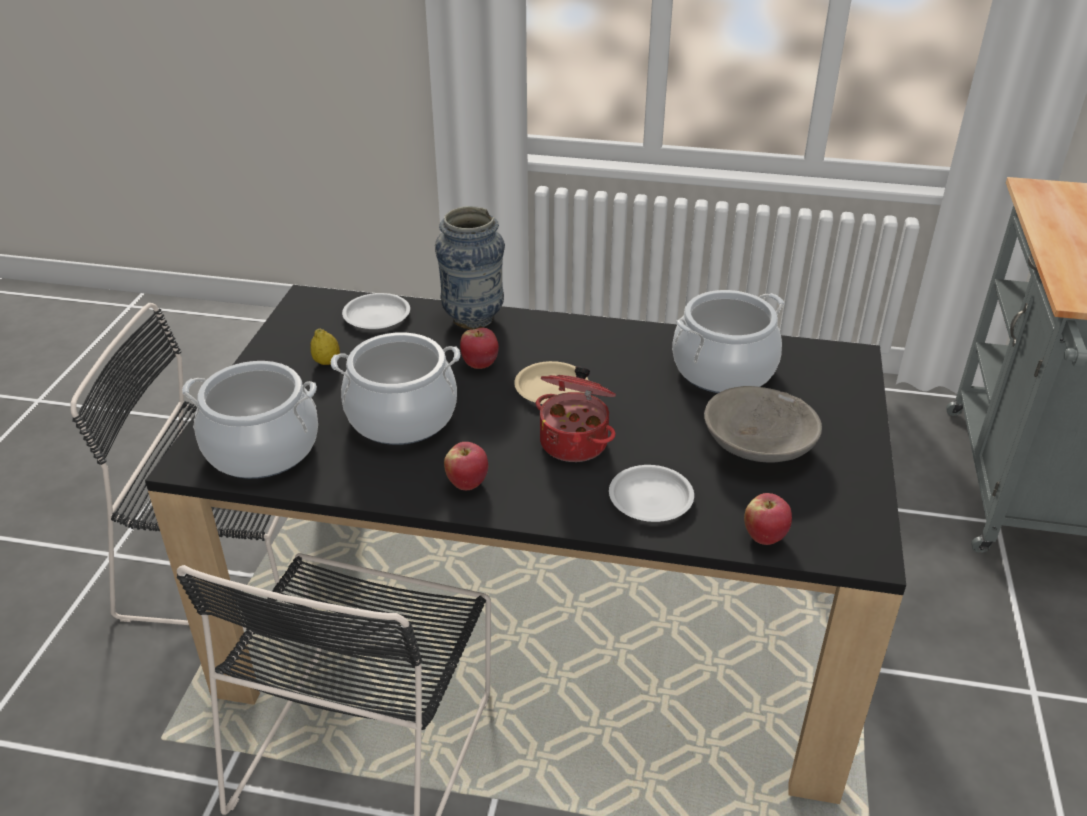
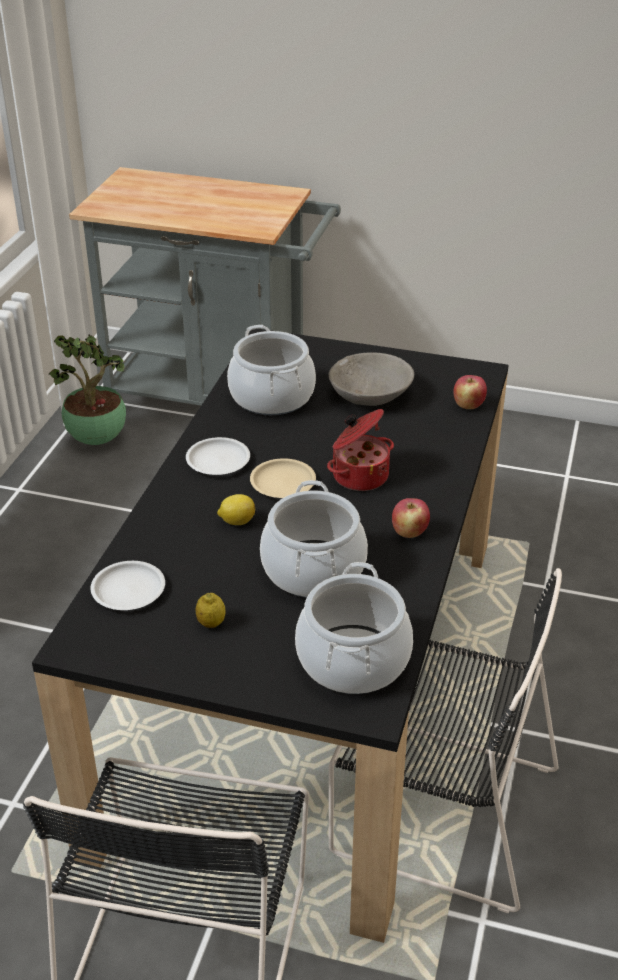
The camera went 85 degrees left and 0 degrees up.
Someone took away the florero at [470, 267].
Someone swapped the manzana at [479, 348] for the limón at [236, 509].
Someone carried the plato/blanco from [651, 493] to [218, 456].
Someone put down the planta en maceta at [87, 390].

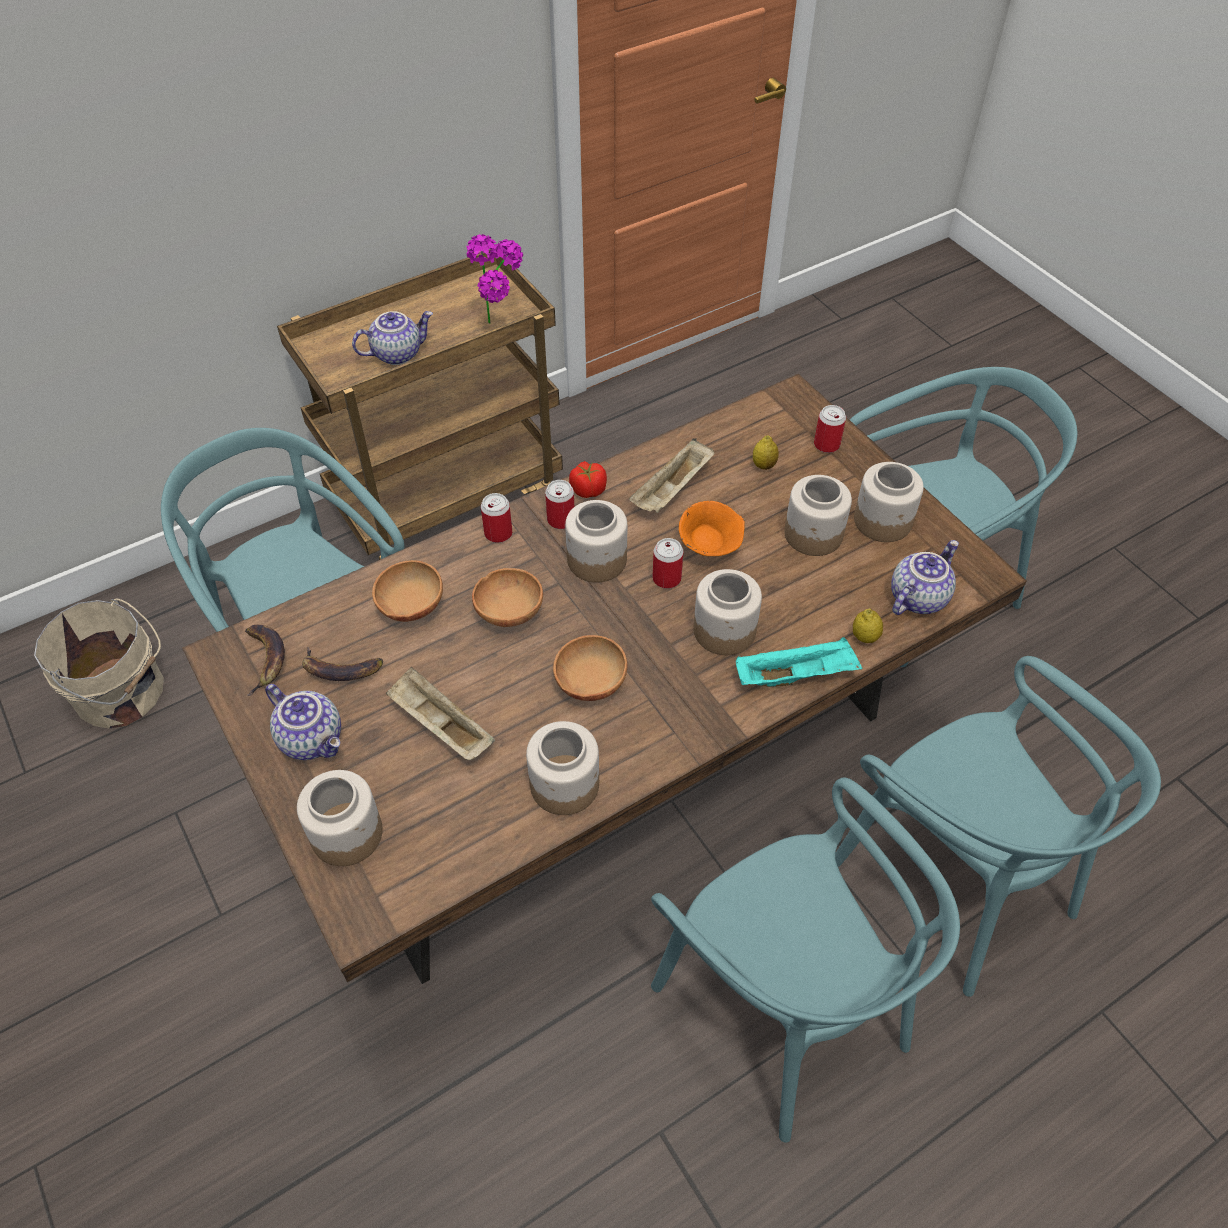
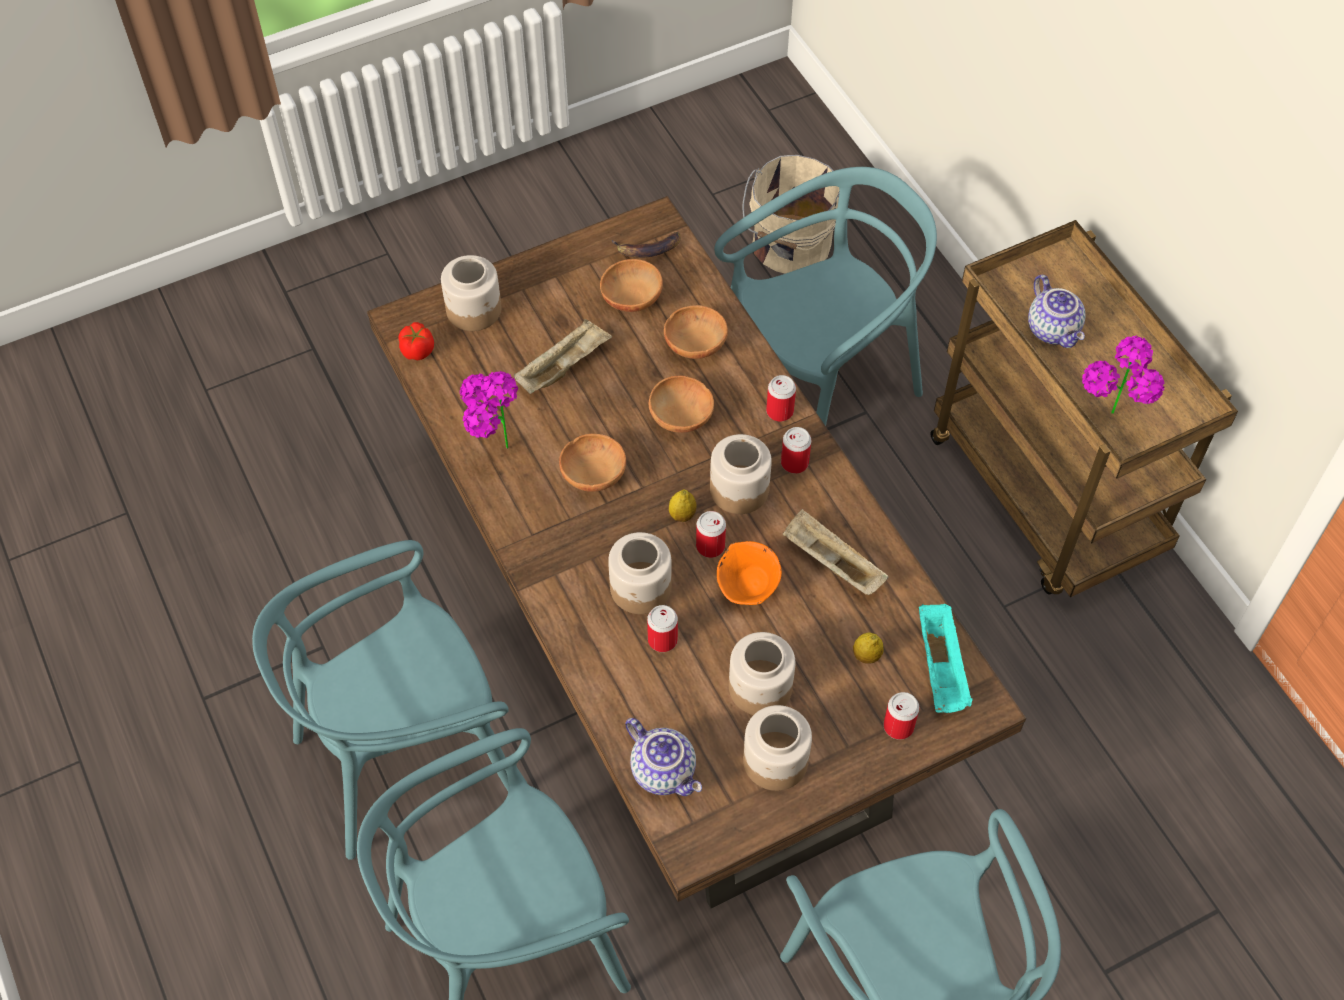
The camera went 95 degrees right and 5 degrees up.
Someone took away the tetera at [303, 722].
Someone swapped the plátano at [342, 664] for the cuenco/marrón at [631, 285].
Someone swapped the tarro at [562, 768] for the planta en maceta at [489, 410].
Someone carried the tomate from [588, 479] to [416, 341].
Someone carried the bandeja/turquesa from [799, 662] to [946, 658].
Someone carried the limón from [868, 626] to [683, 505].
Someone put down the lata at [662, 628].

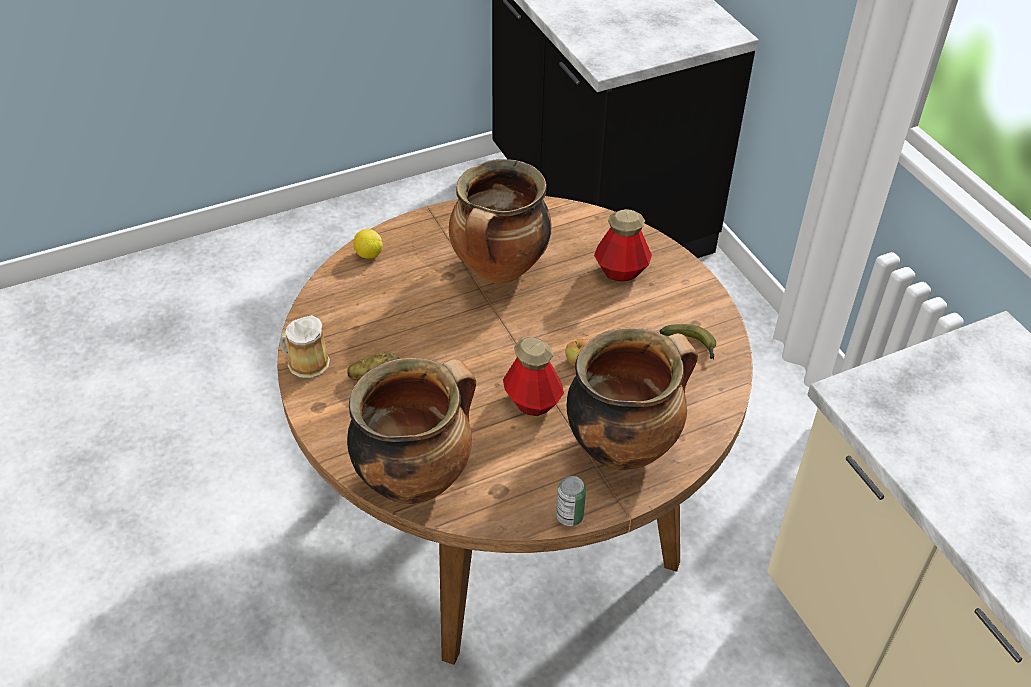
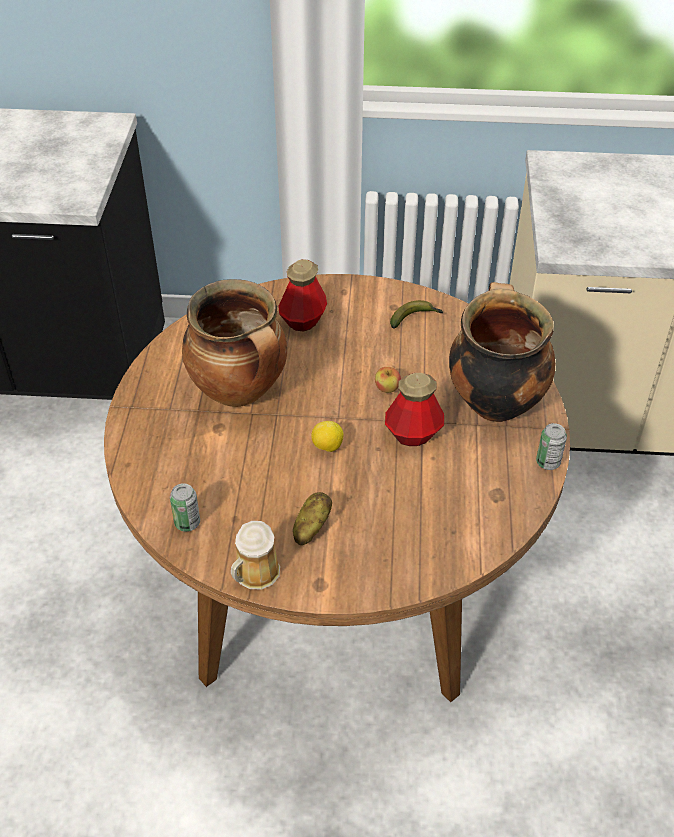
The camera went 60 degrees left and 0 degrees up.
Someone took away the olla at [411, 431].
Someone carried the limón from [368, 244] to [327, 436].
Someone put down the lata at [185, 507].

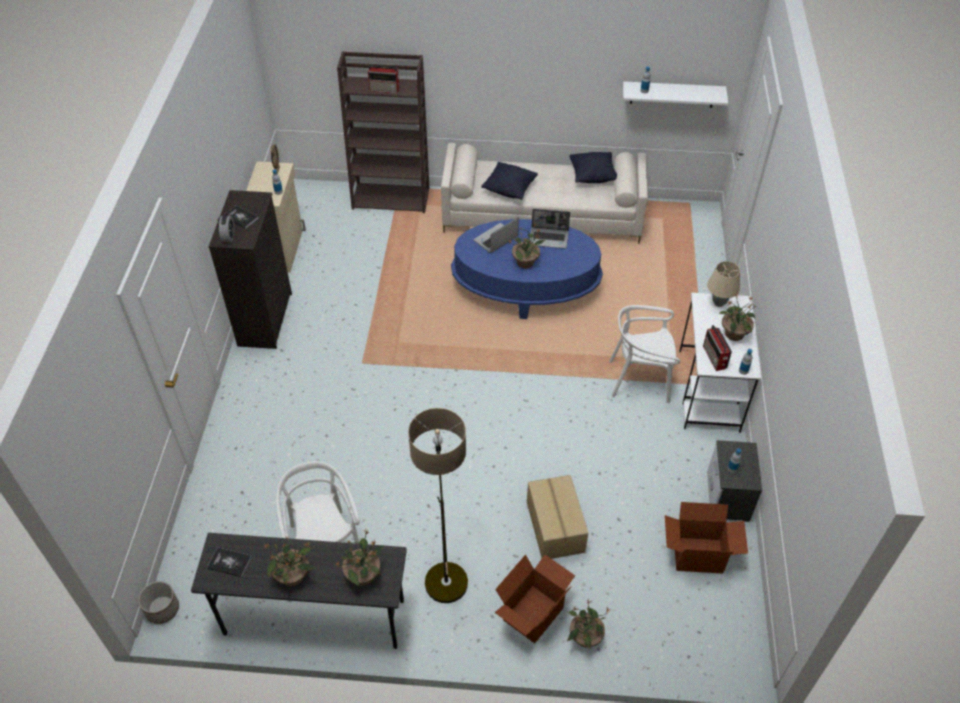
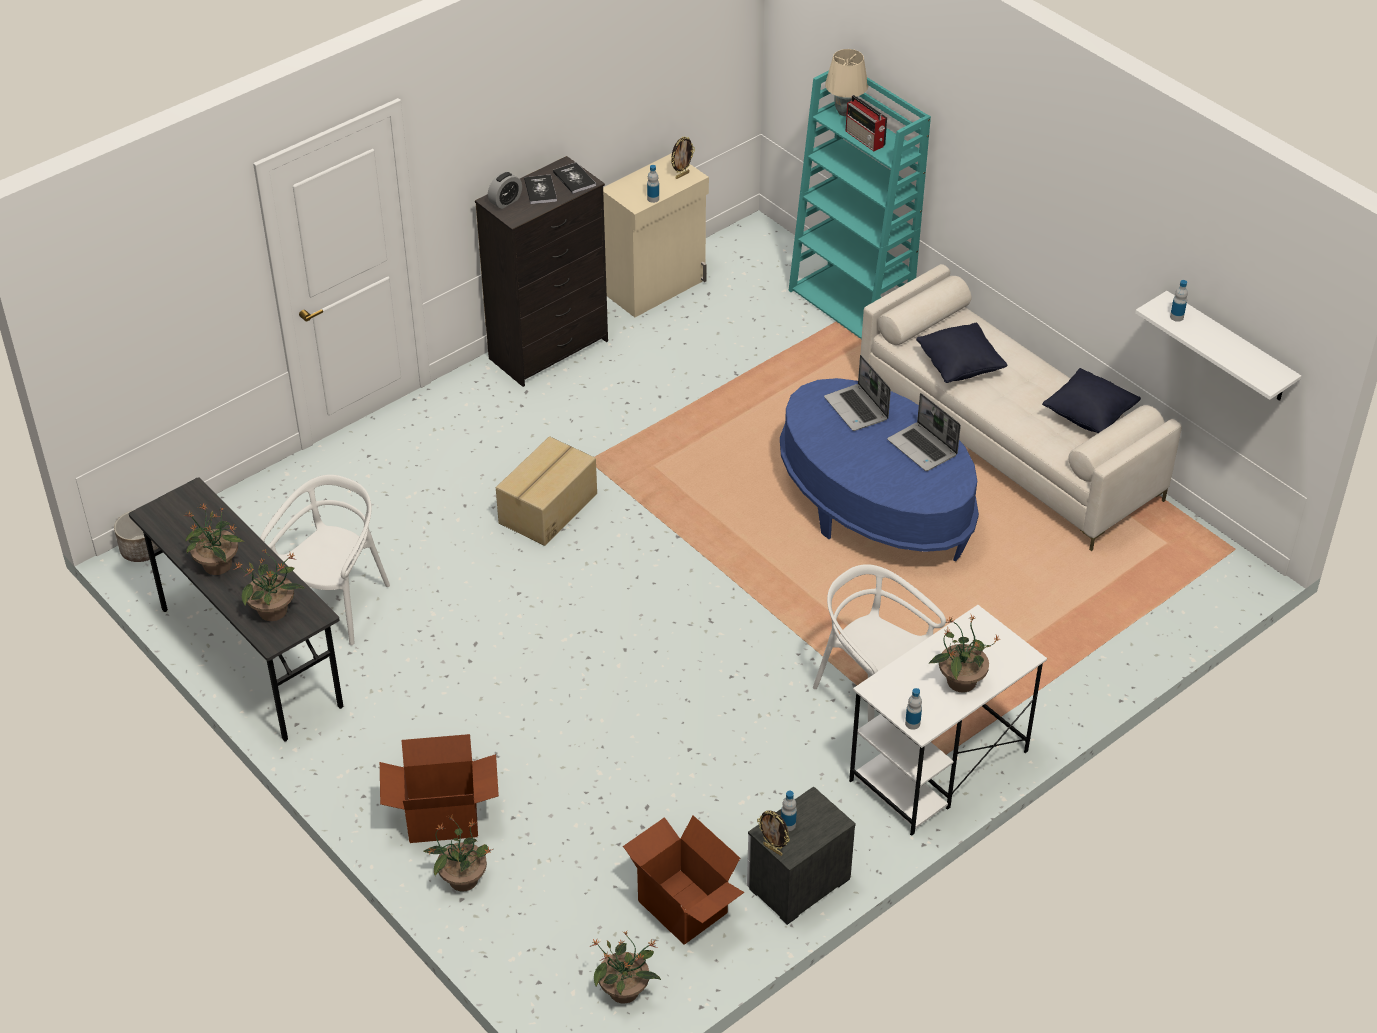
The camera went 45 degrees right and 5 degrees down.
Someone carried the libro from [229, 562] to [574, 178].
Someone repainted the estantería/marrón at [383, 132], which became the estantería/turquesa at [859, 205].
Someone took away the lámpara de pie at [438, 505].
Someone rotated the portátil at [496, 235] by 120 degrees counterclockwise.
Someone carried the planta en maceta from [527, 246] to [625, 967].
Someone carried the caja de cartón from [557, 517] to [546, 491].
Someone took away the radio at [717, 348].
Someone carried the lámpara de mesa/beis from [723, 284] to [846, 82].
Someone put down the portarretratos at [773, 833].

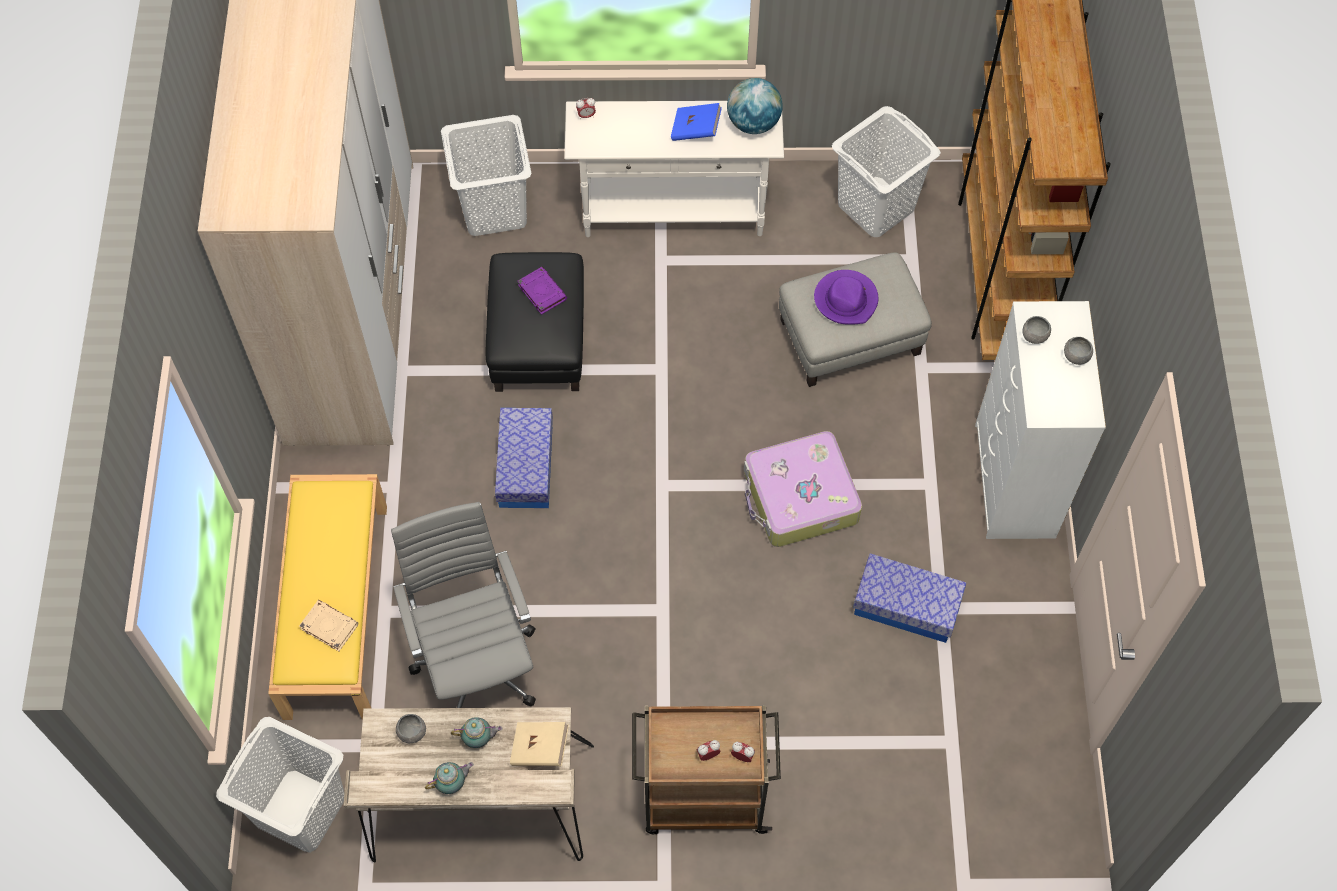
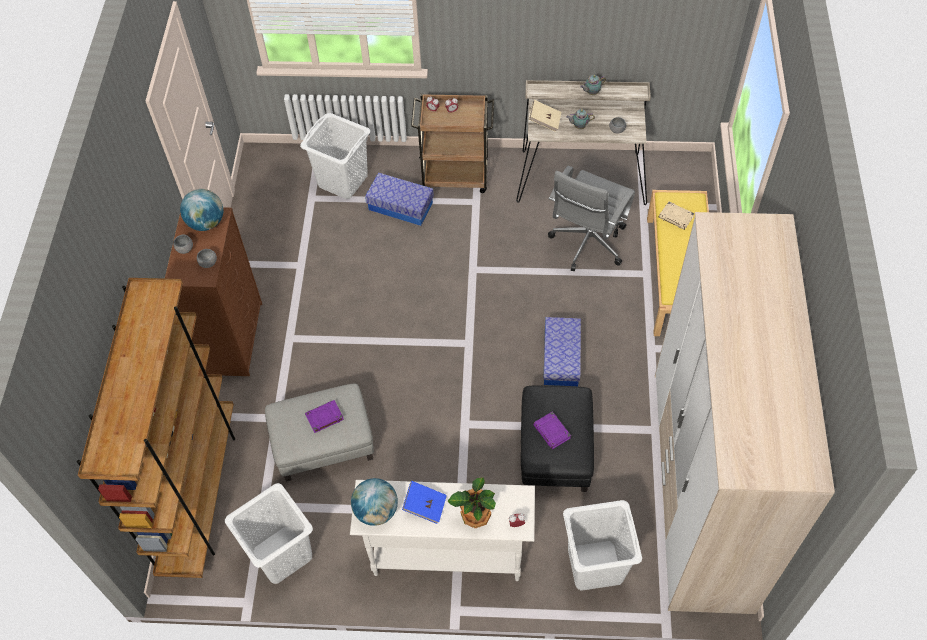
The camera went 175 degrees left and 5 degrees down.
Someone carried the cesto de la ropa/blanco from [280, 785] to [335, 156].
Someone rotated the silla de oficina/gris at [463, 605] by 45 degrees clockwise.
Someone took away the maleta at [803, 489].
Someone swapped the sombrero/morado at [846, 297] for the libro/morado at [324, 416].
Someone carried the caja de almacenaje from [909, 598] to [399, 199].
Someone repainted the cómoda/blanco at [1040, 420], which became the cómoda/marrón at [213, 291].
Someone put down the globo terráqueo at [201, 210].
Someone put down the planta en maceta at [471, 502].

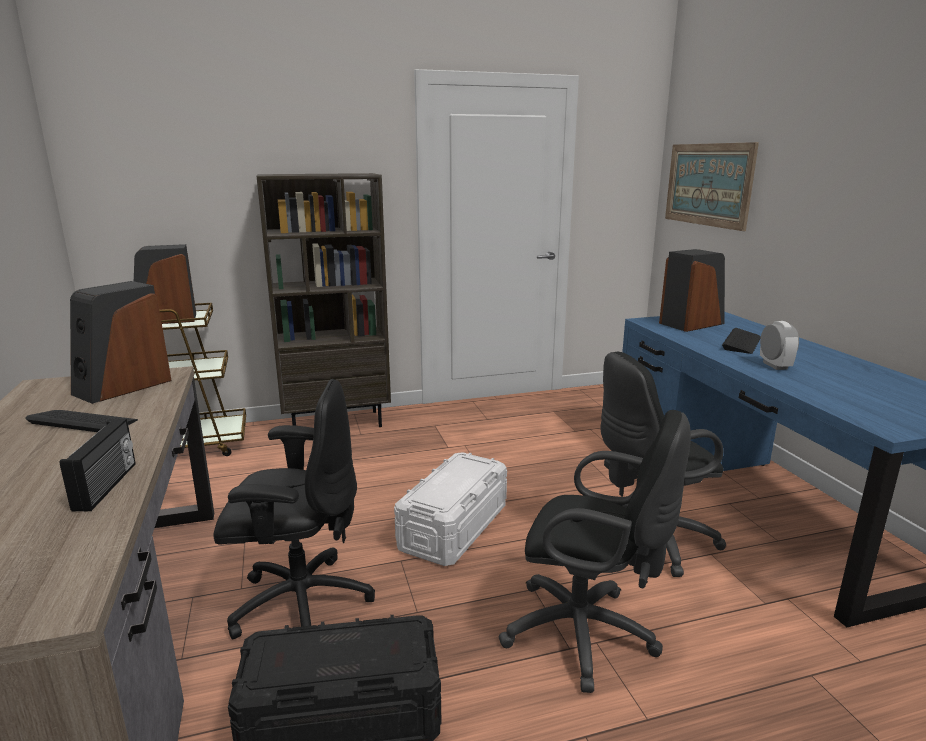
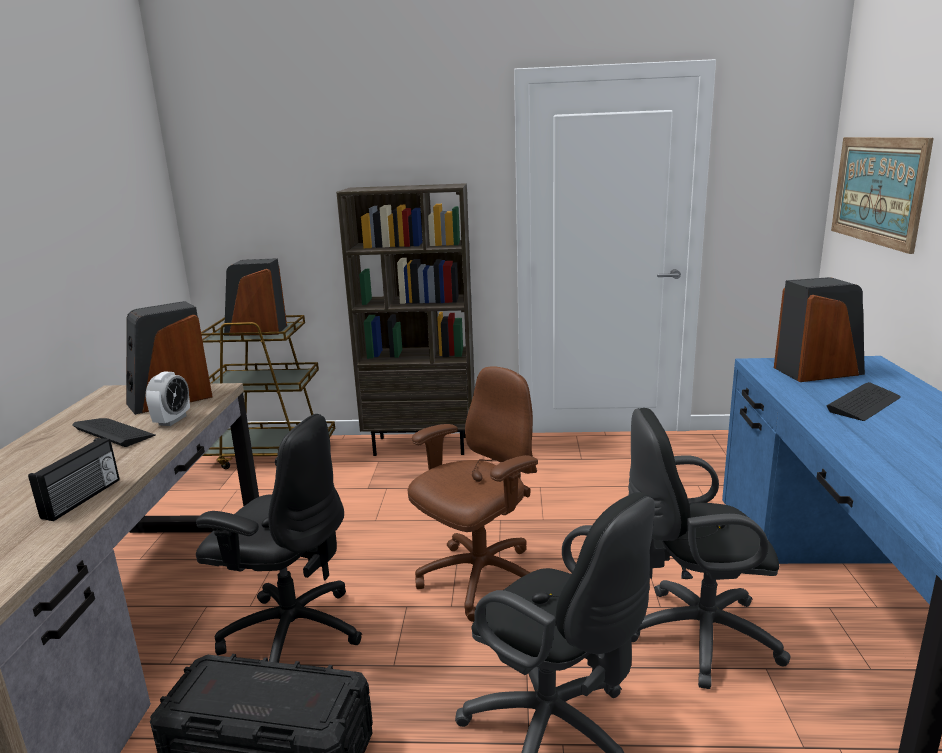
The camera went 20 degrees right and 0 degrees up.
Someone swapped the caja de almacenaje/blanco at [450, 509] for the silla de oficina/marrón at [473, 494].
Someone carried the despertador from [779, 345] to [168, 398].

